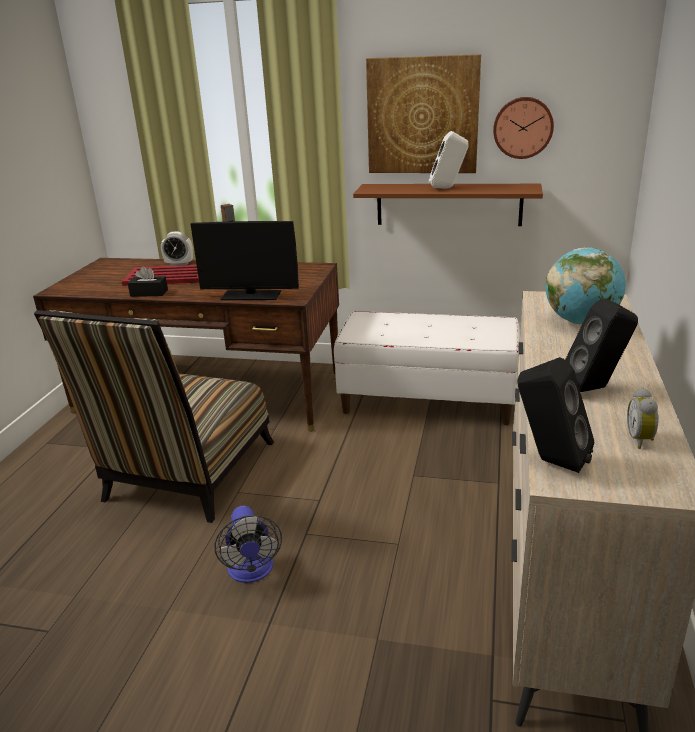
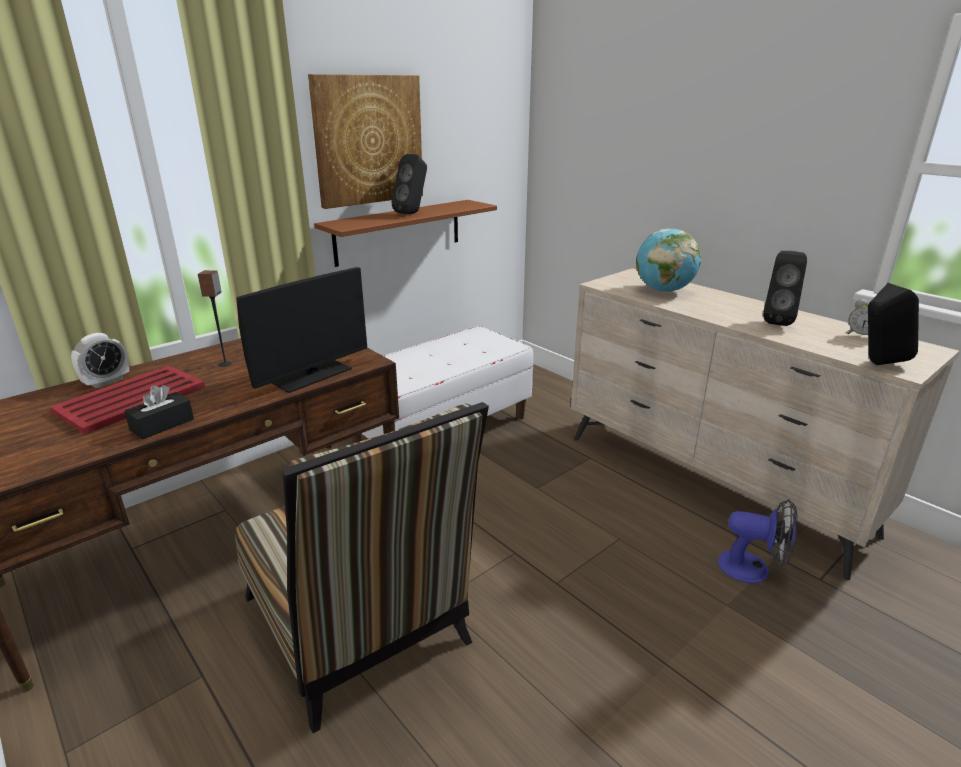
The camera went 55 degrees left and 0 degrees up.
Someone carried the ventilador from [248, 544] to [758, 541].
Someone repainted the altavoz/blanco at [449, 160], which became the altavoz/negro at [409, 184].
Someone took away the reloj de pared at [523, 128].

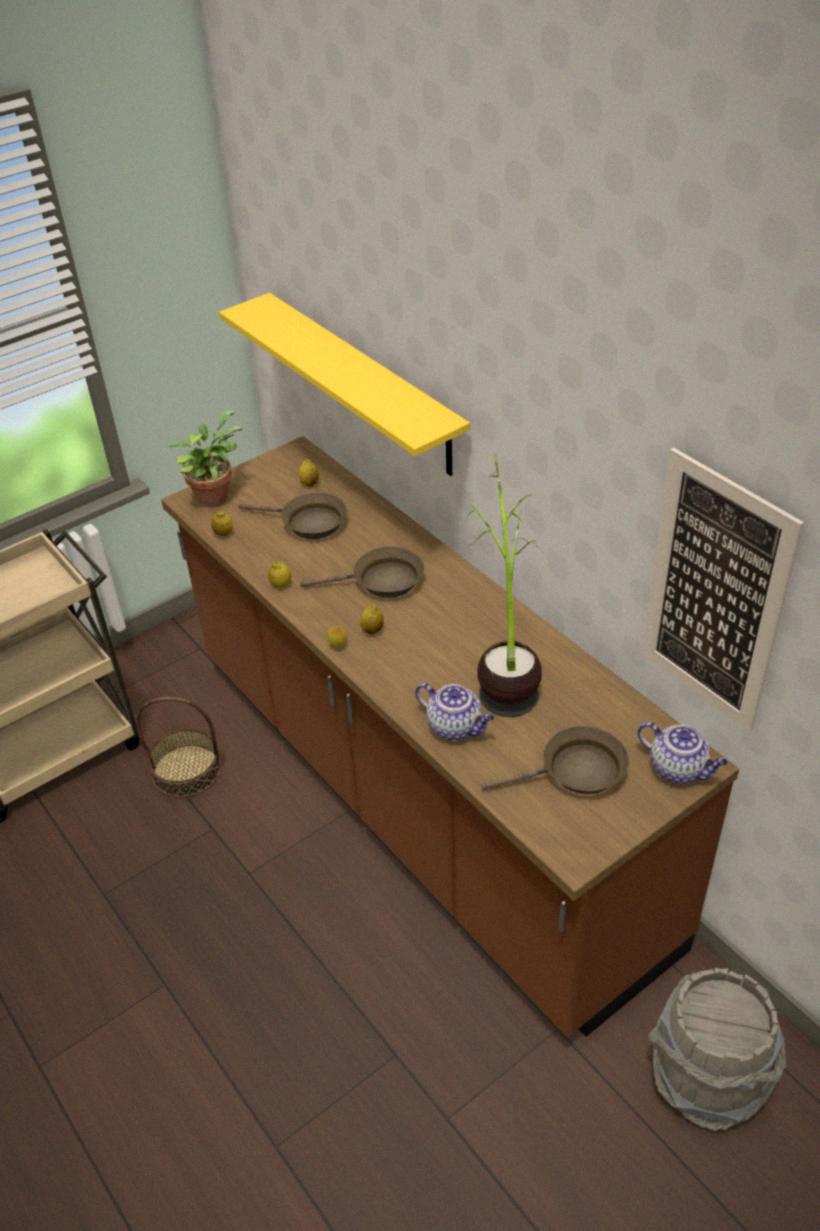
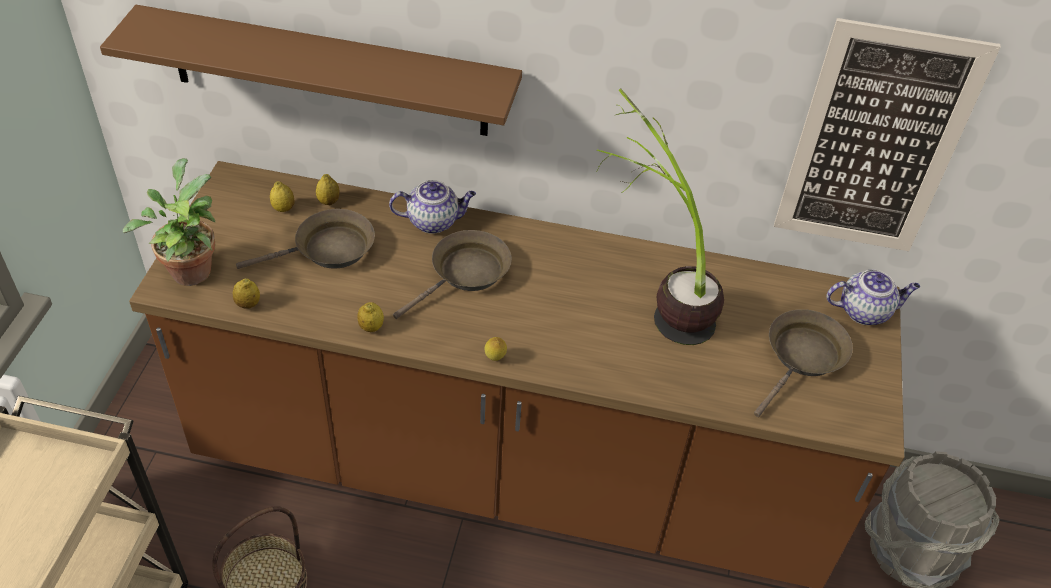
The camera went 45 degrees left and 5 degrees up.
Someone repainted the estante/amarillo at [344, 384], which became the estante/marrón at [311, 70].
Someone carried the limón from [372, 619] to [328, 189].
Someone carried the tetera from [454, 712] to [432, 207].

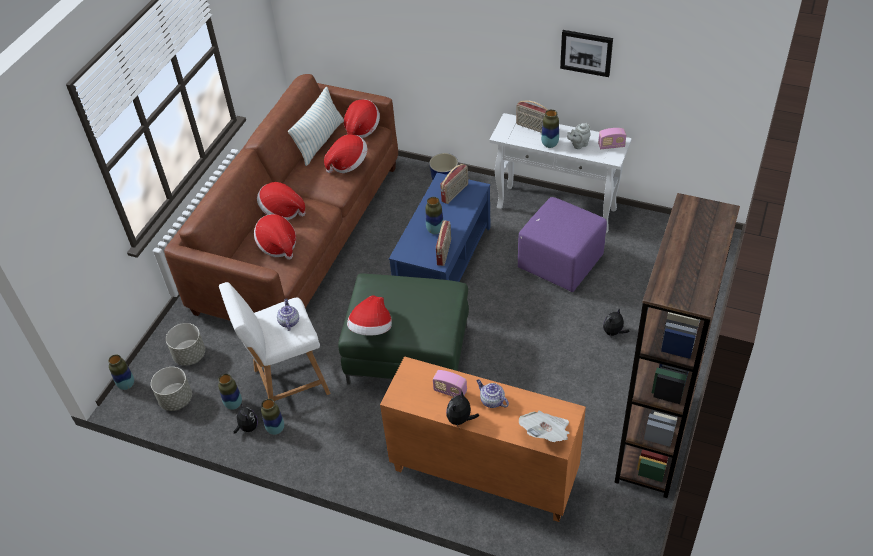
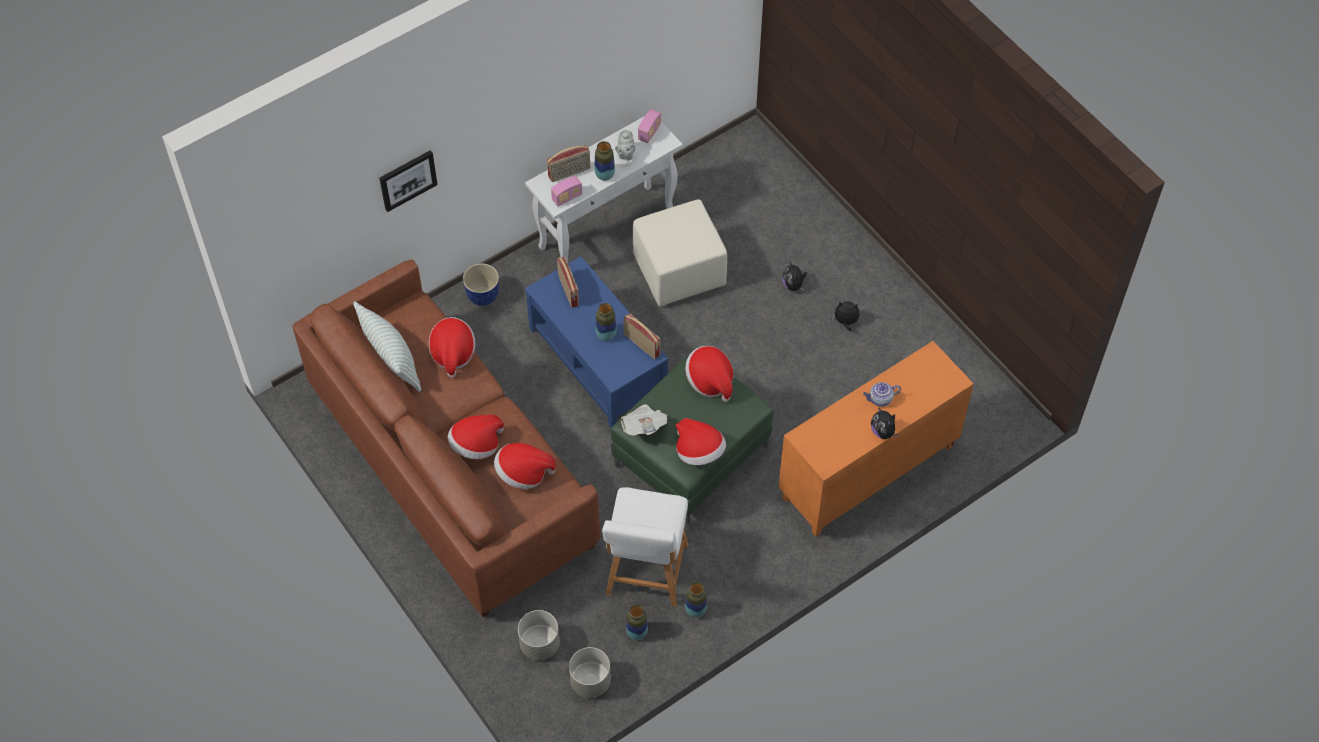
The camera went 60 degrees left and 10 degrees up.
Someone took away the florero at [121, 372].
Someone carried the peluche from [246, 418] to [845, 316].
Someone took away the tetera at [288, 314].
Someone carried the sombrero from [362, 118] to [709, 374].
Someone carried the radio from [450, 383] to [566, 191].
Someone repainted the puf/morado at [562, 244], which became the puf/beis at [680, 252].
Someone carried the periódico from [544, 426] to [644, 420].
Someone carried the cuadro from [586, 53] to [408, 181].
Someone took away the estantería/marrón at [677, 345].

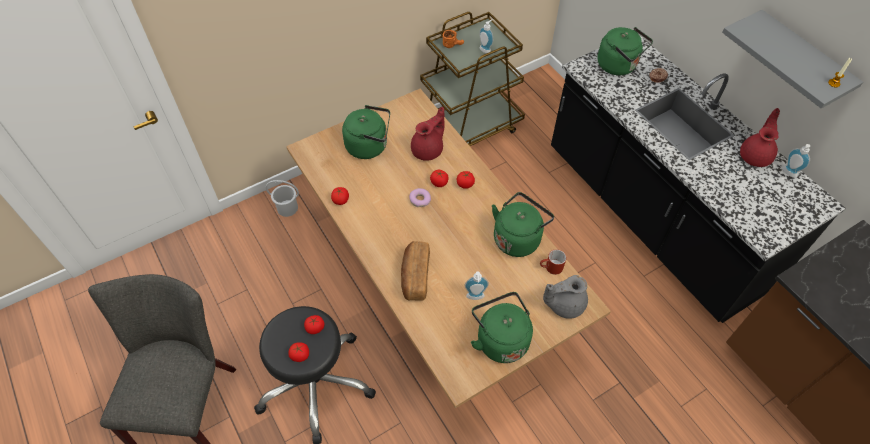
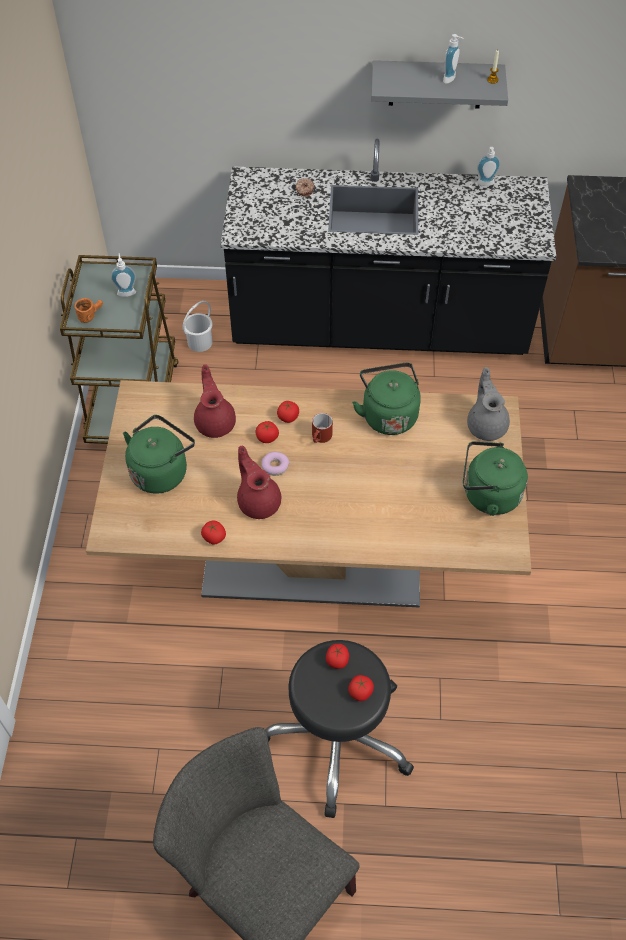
The camera went 55 degrees left and 0 degrees up.
Someone carried the cubo/blanco from [282, 198] to [197, 326].
Someone took away the pan at [415, 271].
Someone carried the dispensador de jabón from [477, 286] to [453, 59].
Someone carried the taza grande/rojo from [553, 262] to [322, 428].
Someone rotated the tetera/gris at [565, 297] by 150 degrees clockwise.
Someone took away the hervidor/verde at [625, 51].
Someone carried the tetera/rojo from [760, 137] to [259, 482].

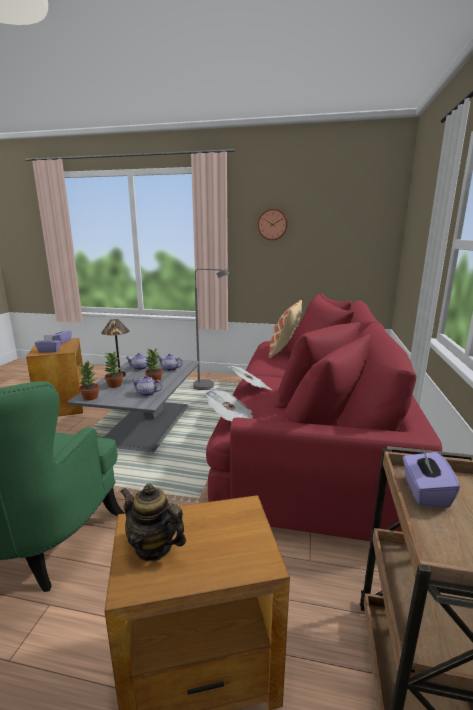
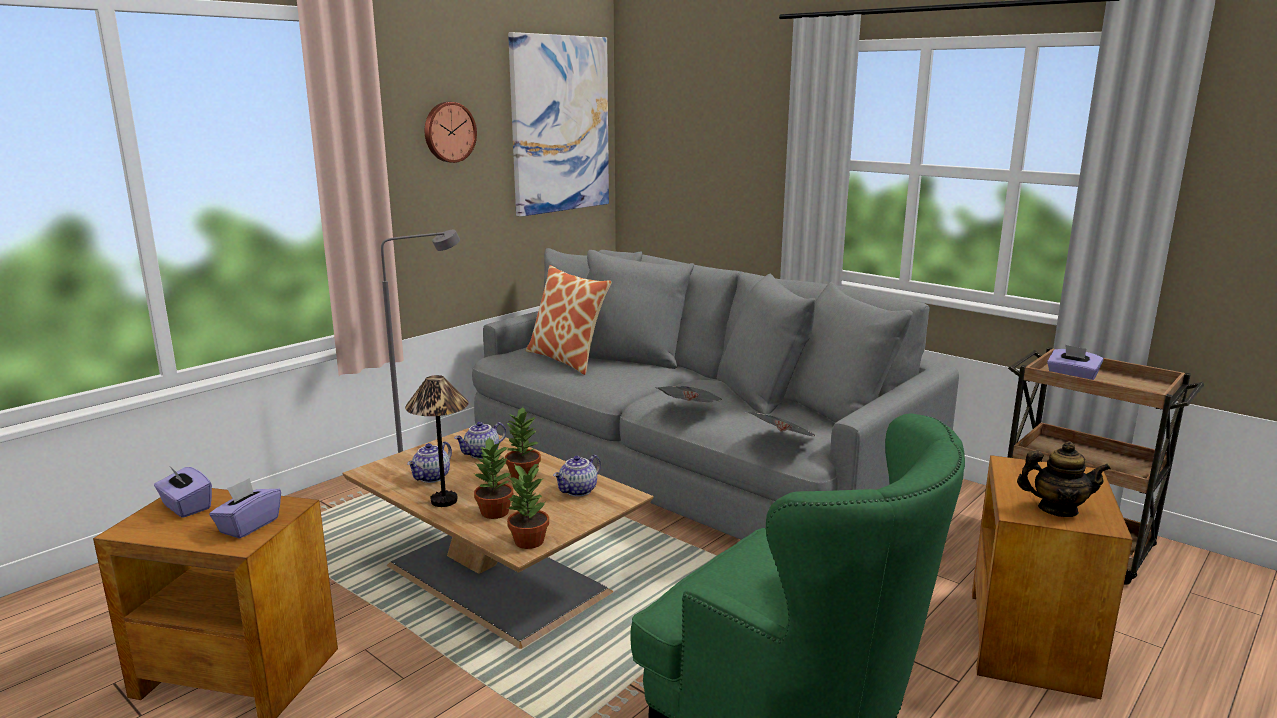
The camera went 60 degrees left and 0 degrees up.
Someone repainted the mesa de centro/gris at [133, 405], which became the mesa de centro/marrón at [498, 538].
Someone rotated the tetera at [153, 523] by 135 degrees counterclockwise.
Someone repainted the sofá/rojo at [324, 417], which became the sofá/gris at [715, 394].
Someone put up the cuadro at [558, 124].

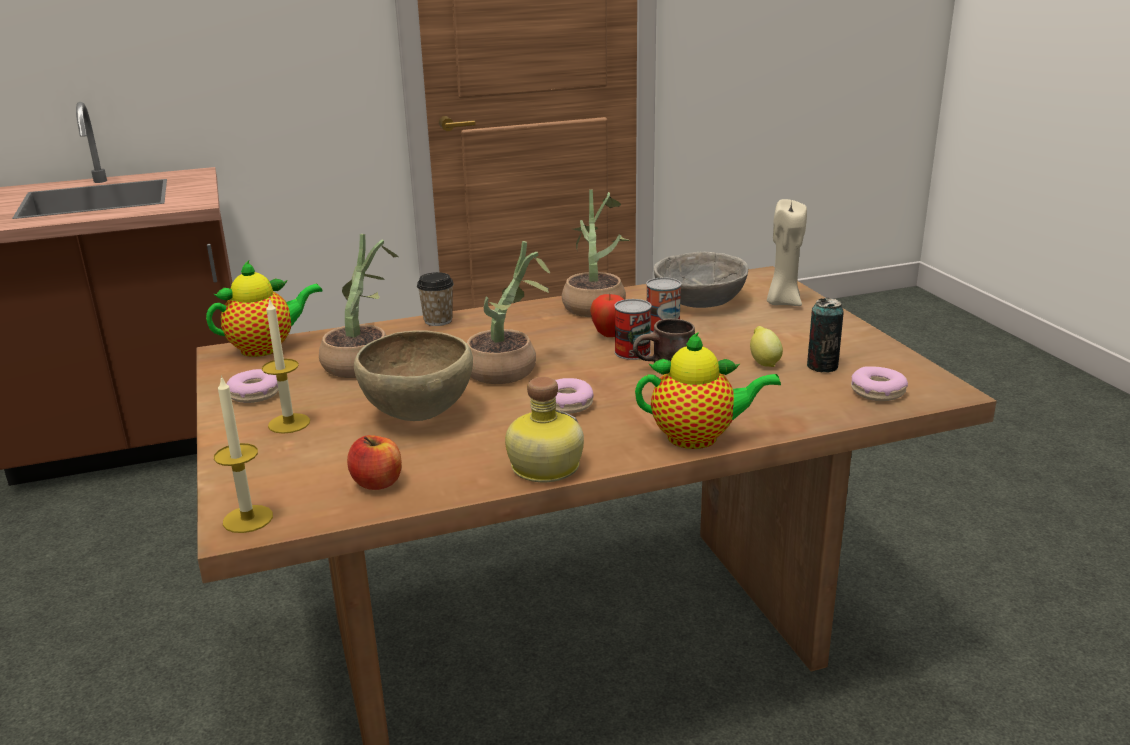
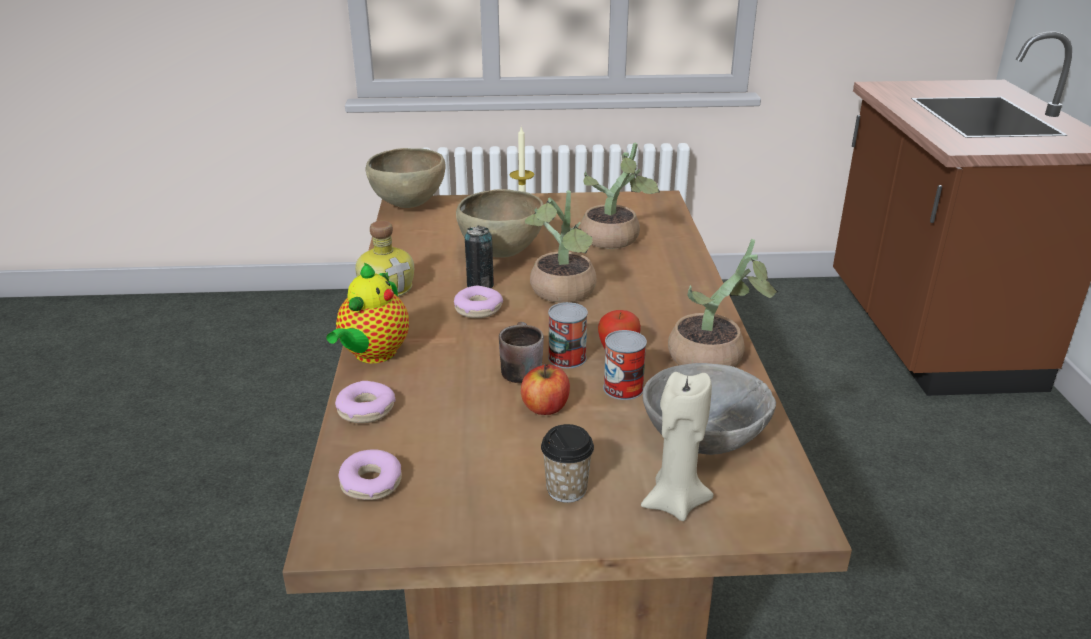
The camera went 105 degrees right and 5 degrees up.
Someone took away the tetera at [264, 308].
Someone swapped the vela at [243, 454] for the cuenco/marrón at [406, 178].
Someone carried the rosquilla from [252, 386] to [365, 402].
Someone carried the manzana from [374, 462] to [545, 389].
Someone carried the taza from [435, 299] to [567, 463].
Someone took away the limón at [766, 346].
Someone carried the lata from [825, 335] to [479, 257].

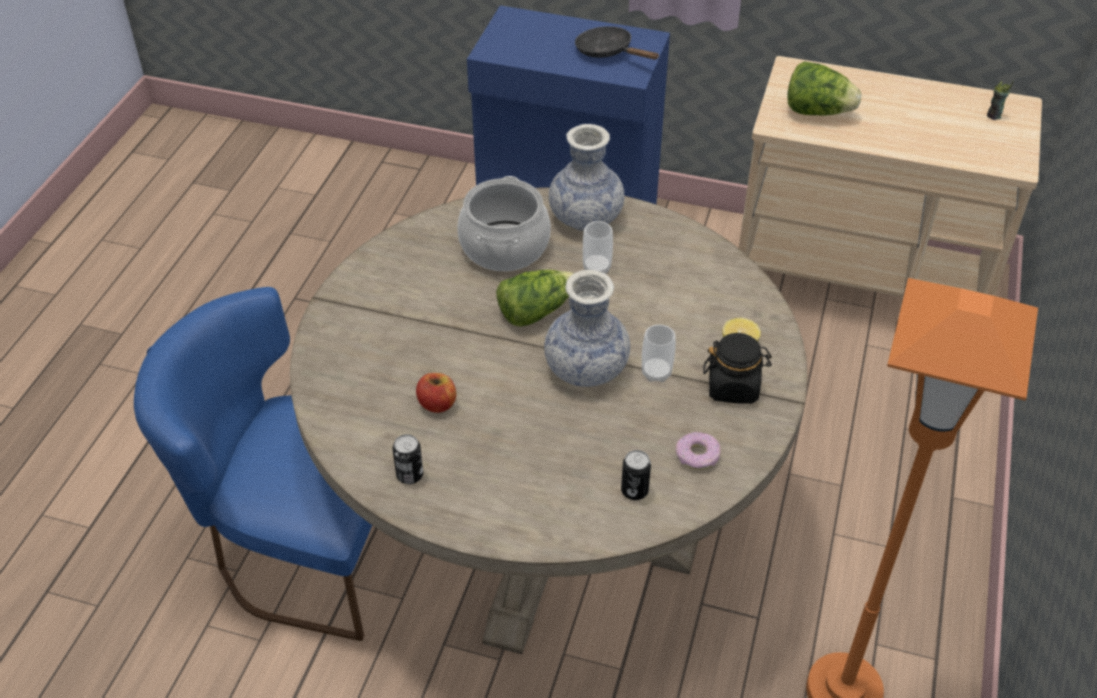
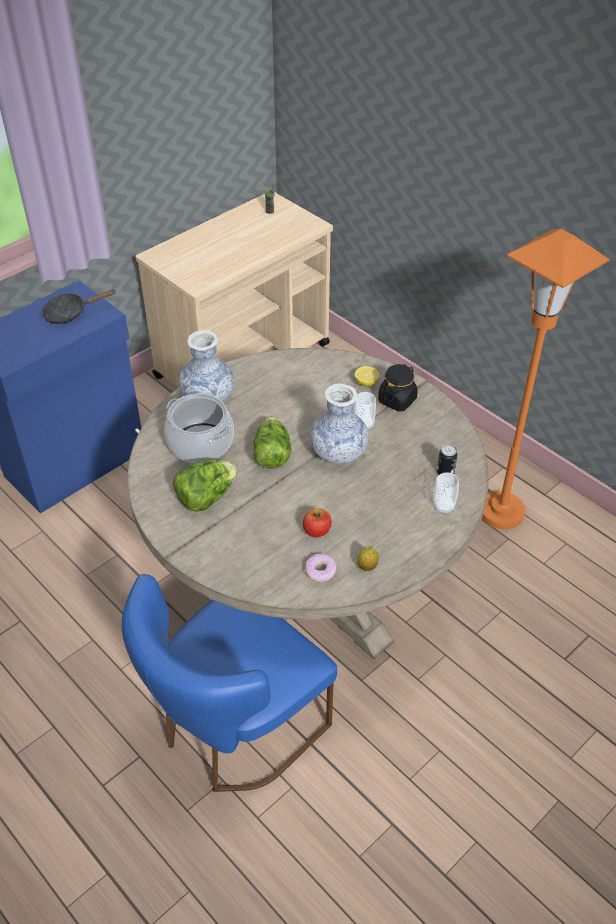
The camera went 60 degrees left and 0 degrees up.
Someone swapped the lata at [408, 459] for the limón at [368, 558].
Someone carried the taza from [598, 247] to [446, 493].
Someone carried the rosquilla from [698, 451] to [321, 567].
Someone carried the lechuga from [824, 88] to [205, 486].

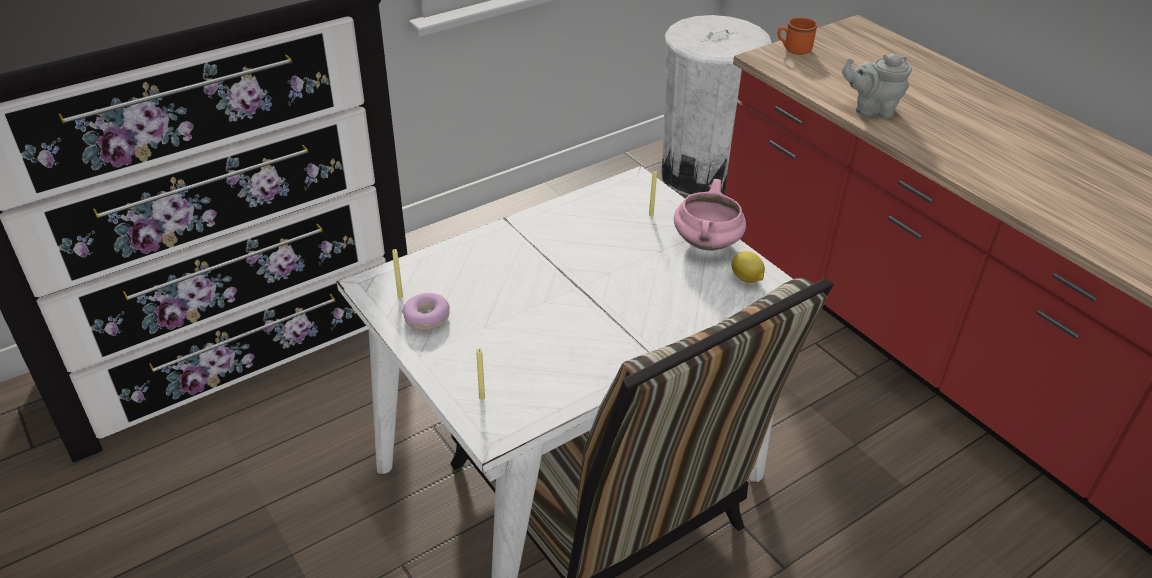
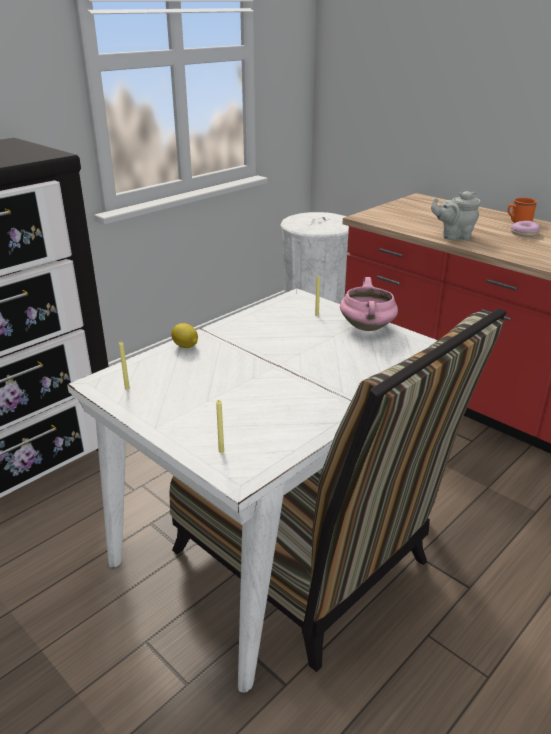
The camera went 10 degrees left and 10 degrees down.
Someone carried the rosquilla from [426, 311] to [525, 229].
Someone carried the limón from [748, 267] to [184, 335].
Someone carried the taza grande/naranja from [797, 36] to [522, 210].

